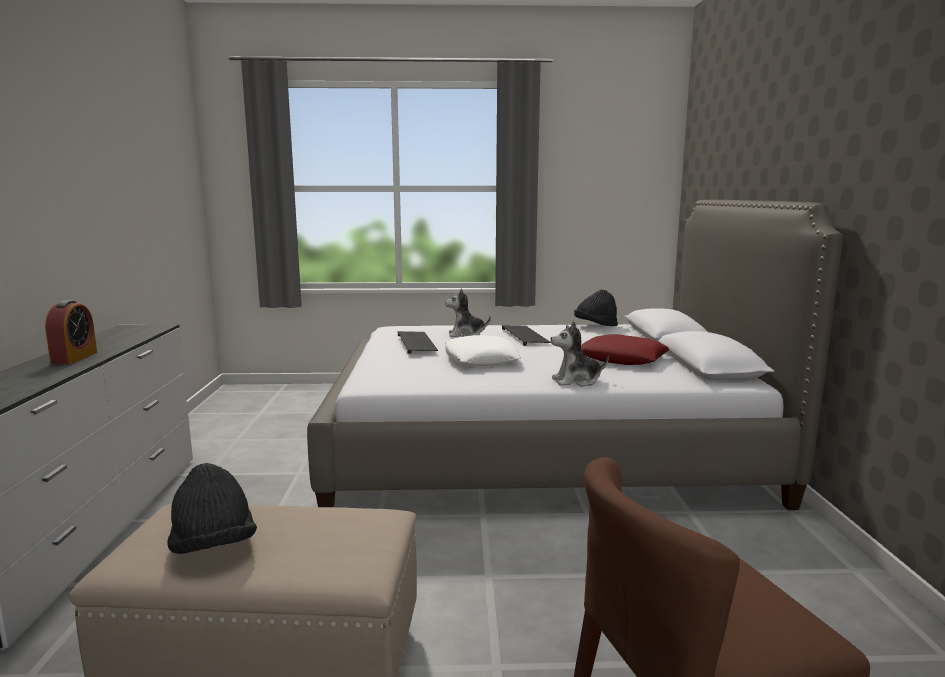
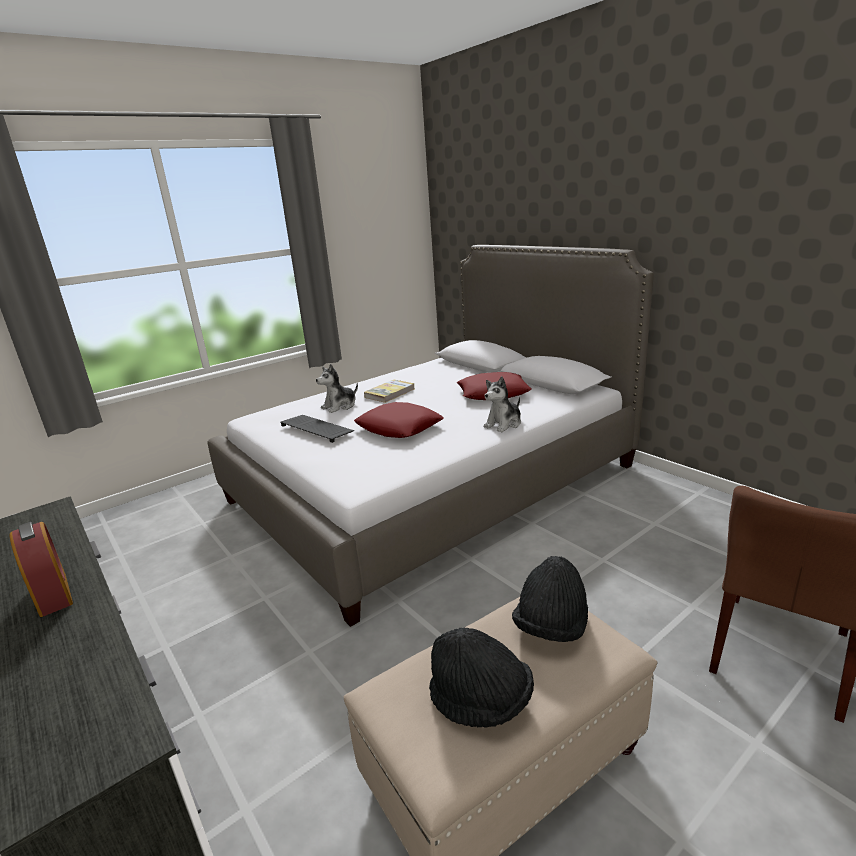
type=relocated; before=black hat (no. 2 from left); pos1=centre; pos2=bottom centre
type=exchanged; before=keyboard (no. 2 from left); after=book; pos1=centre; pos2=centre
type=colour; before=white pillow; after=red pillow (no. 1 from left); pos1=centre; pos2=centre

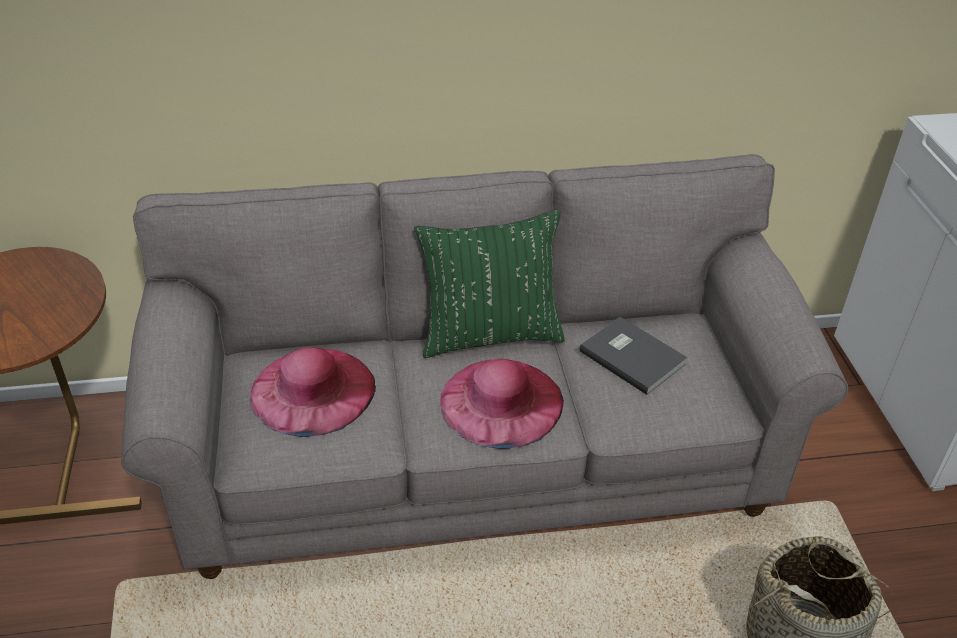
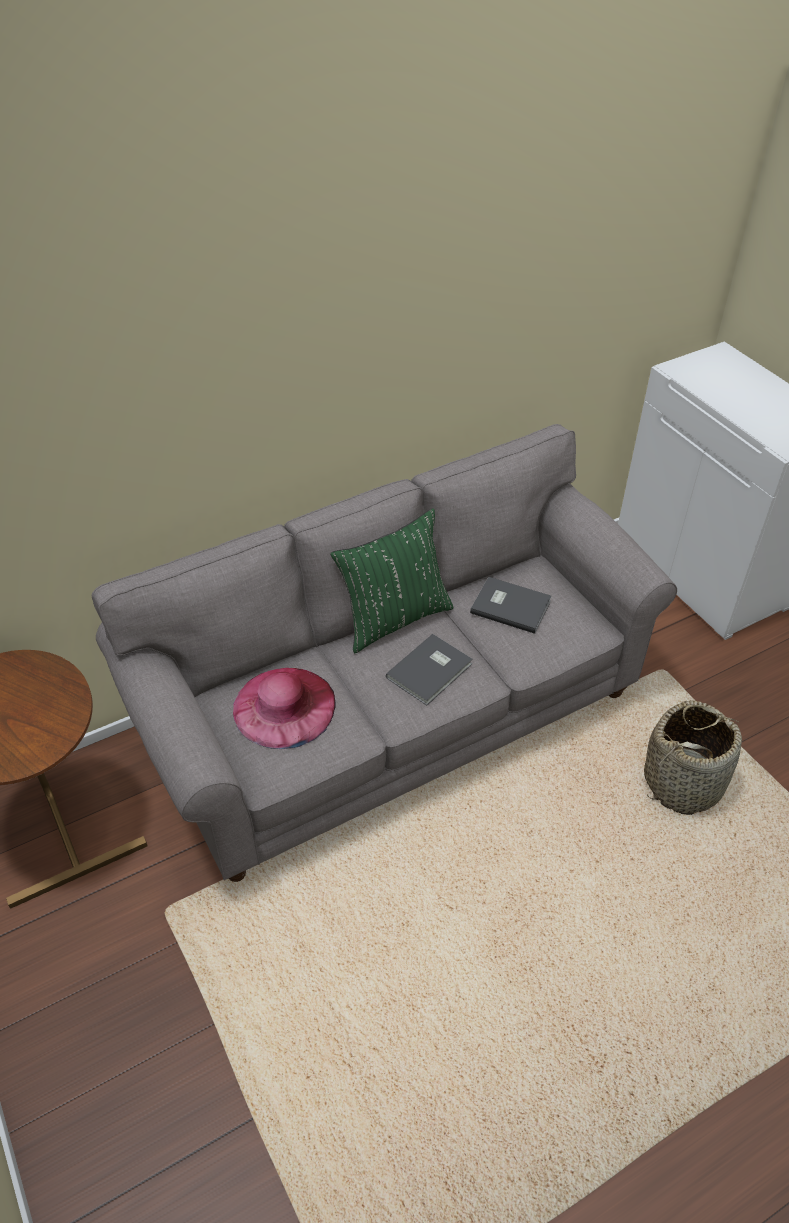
type=exchanged; before=pink hat (no. 2 from left); after=grey book (no. 1 from left); pos1=centre; pos2=centre

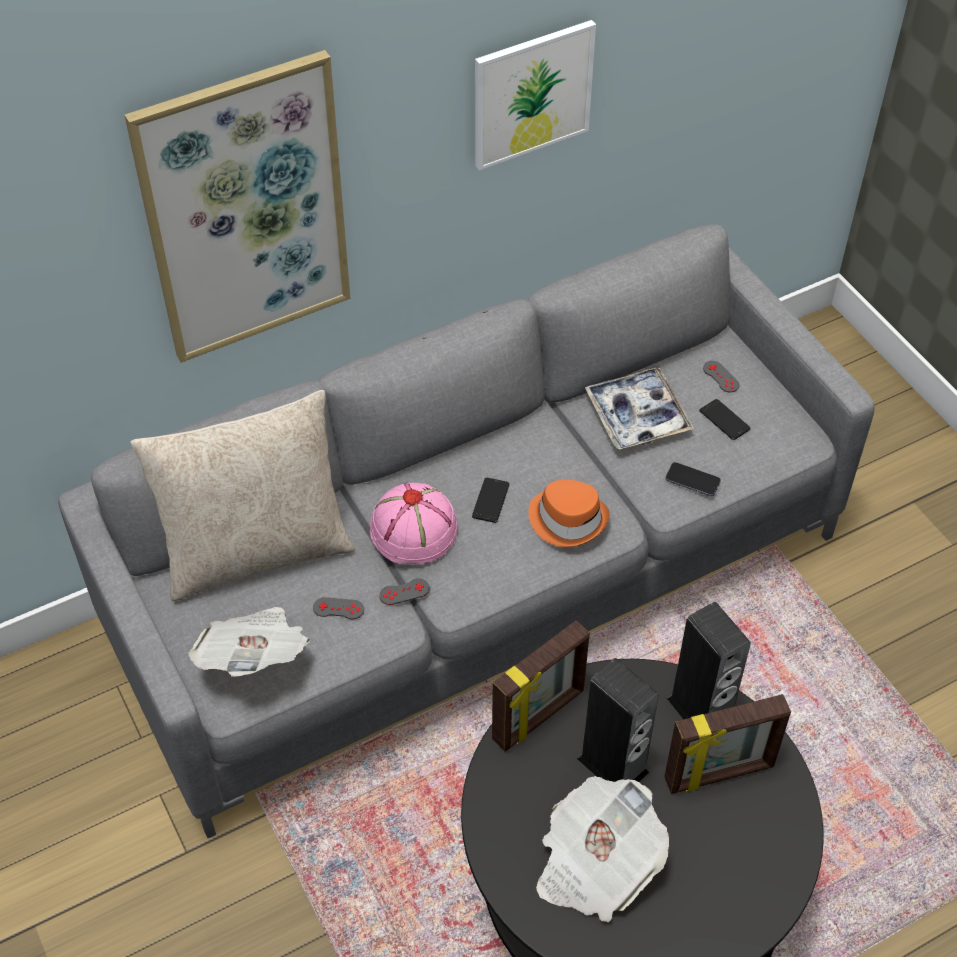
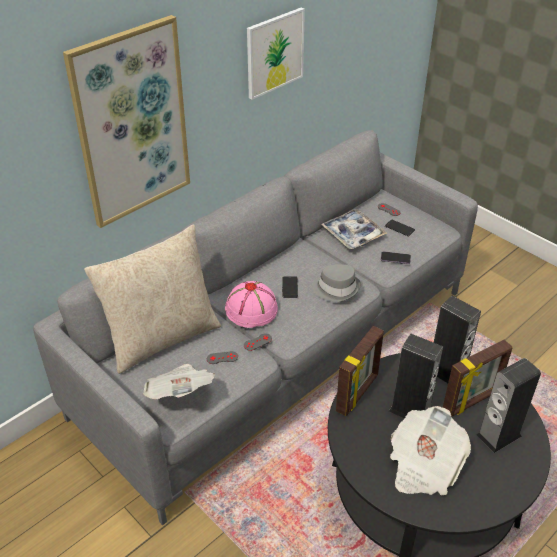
type=colour; before=orange hat; after=grey hat; pos1=centre; pos2=centre
type=appeared; after=speaker (no. 3 from left); pos2=bottom right

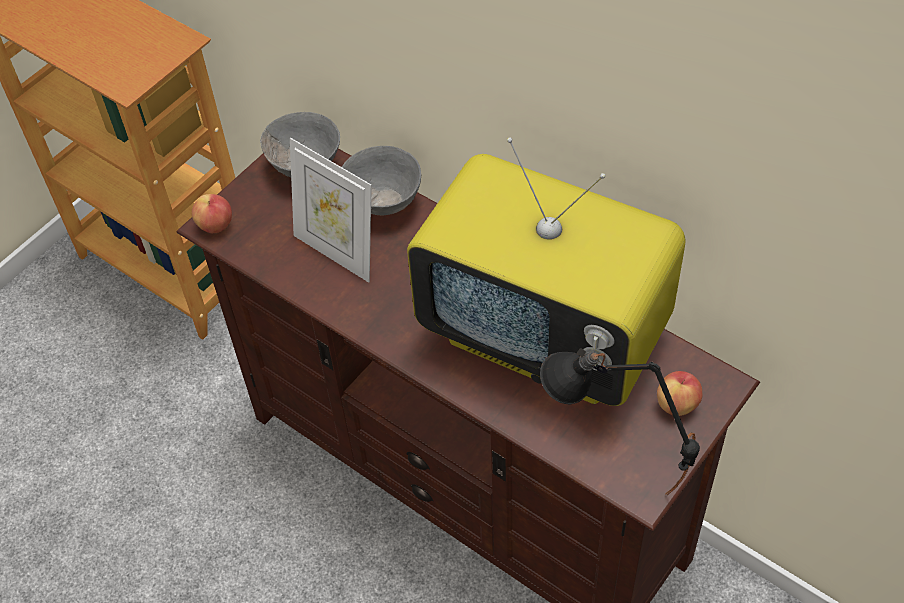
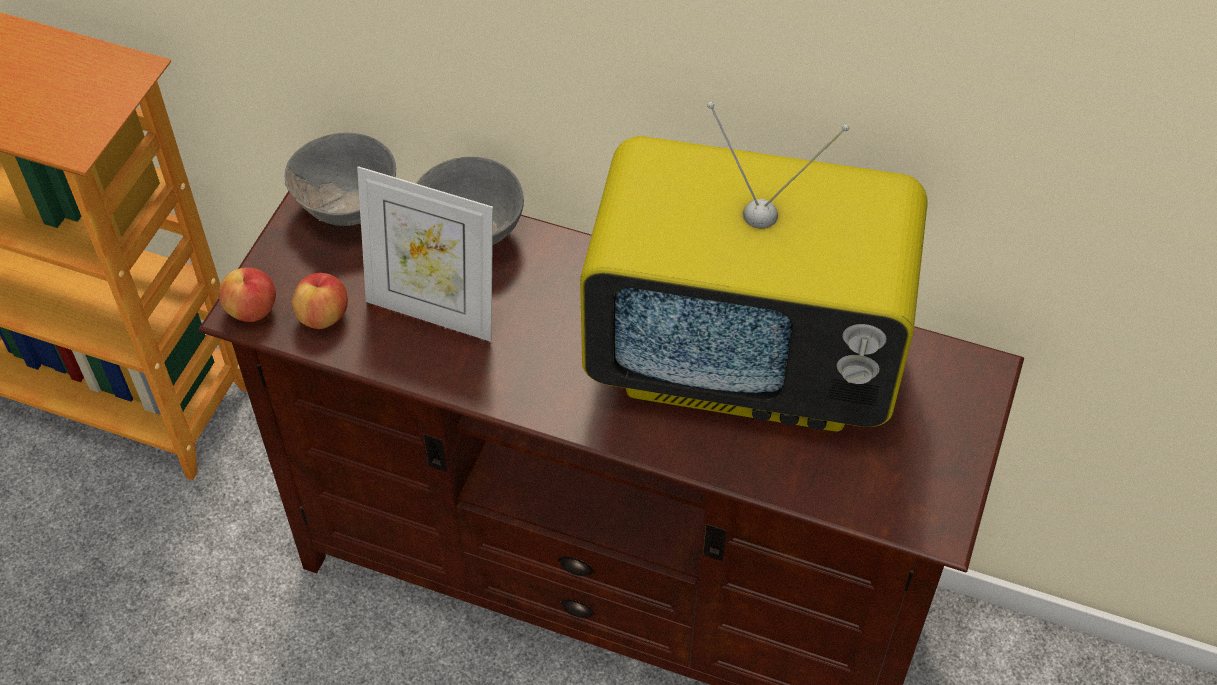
type=missing; before=black table lamp; pos1=bottom right
type=relocated; before=apple (no. 2 from left); pos1=middle right; pos2=middle left

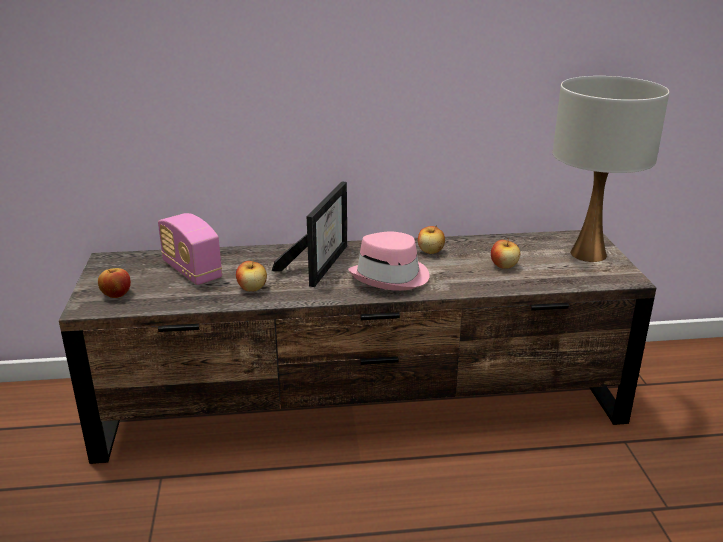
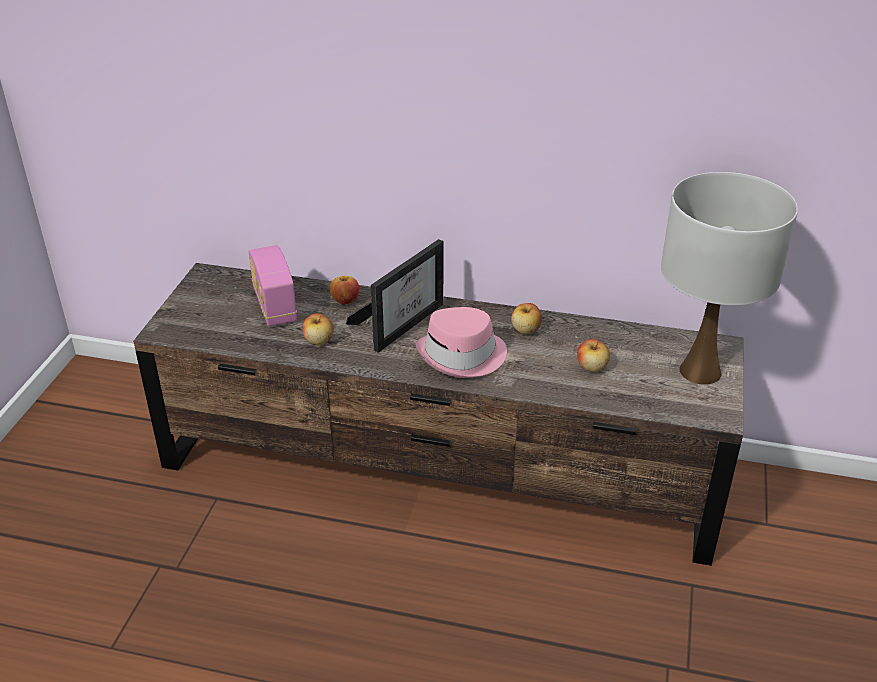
type=relocated; before=apple (no. 1 from left in the first image); after=apple (no. 2 from left); pos1=middle left; pos2=centre

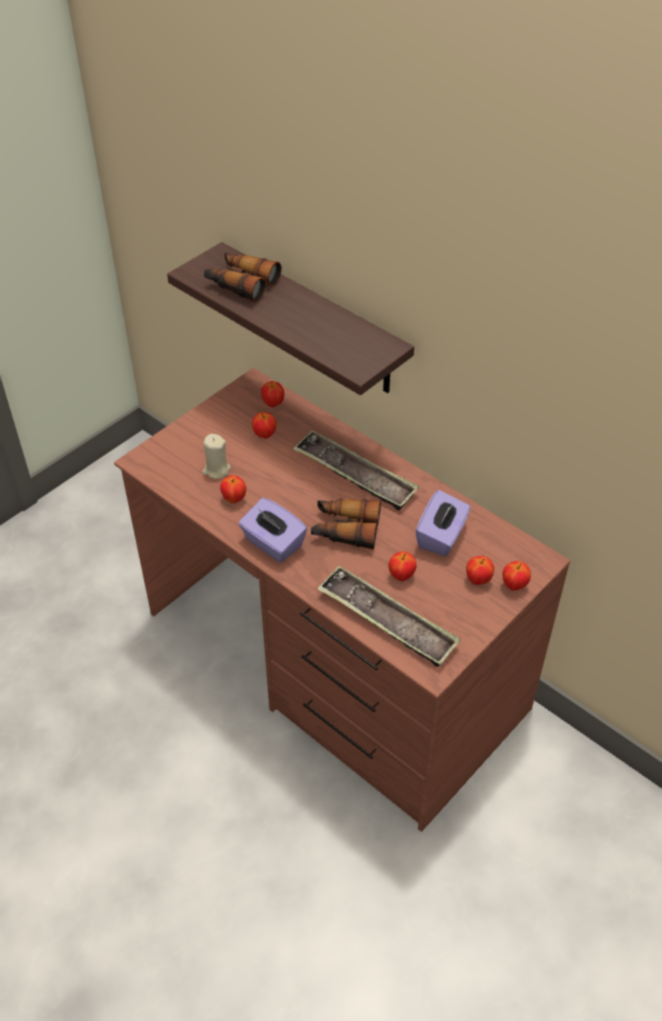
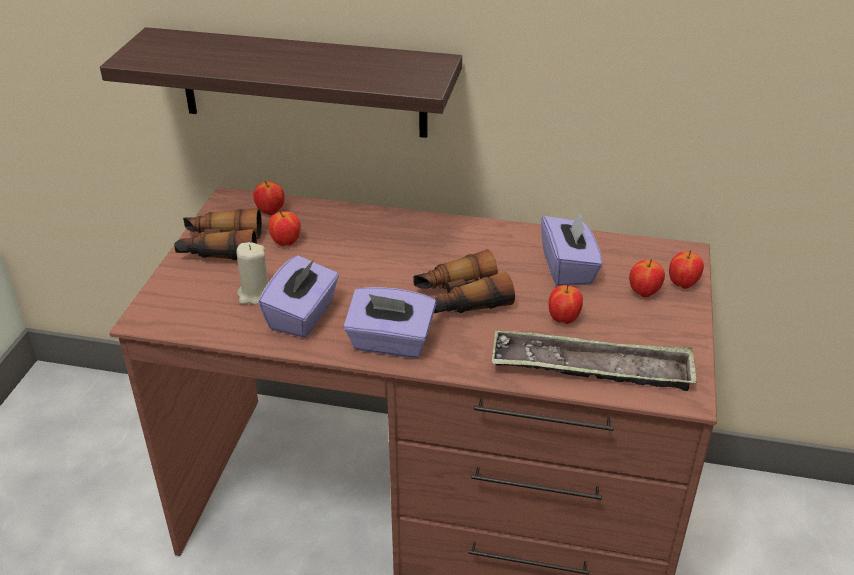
type=relocated; before=binoculars (no. 1 from left); pos1=top centre; pos2=middle left
type=missing; before=tray (no. 1 from left); pos1=centre
type=exchanged; before=apple (no. 1 from left); after=purple tissue box (no. 1 from left); pos1=centre; pos2=centre

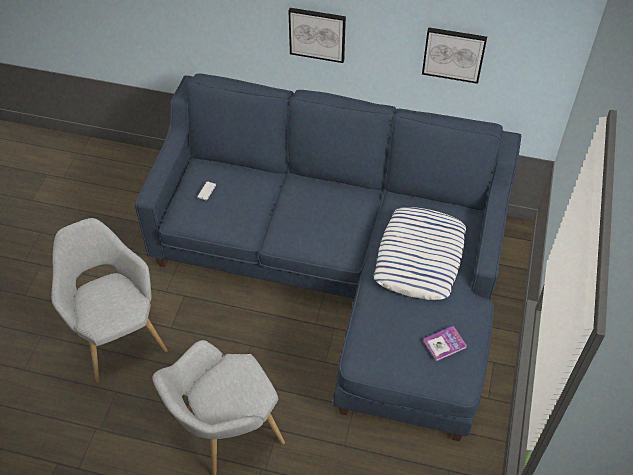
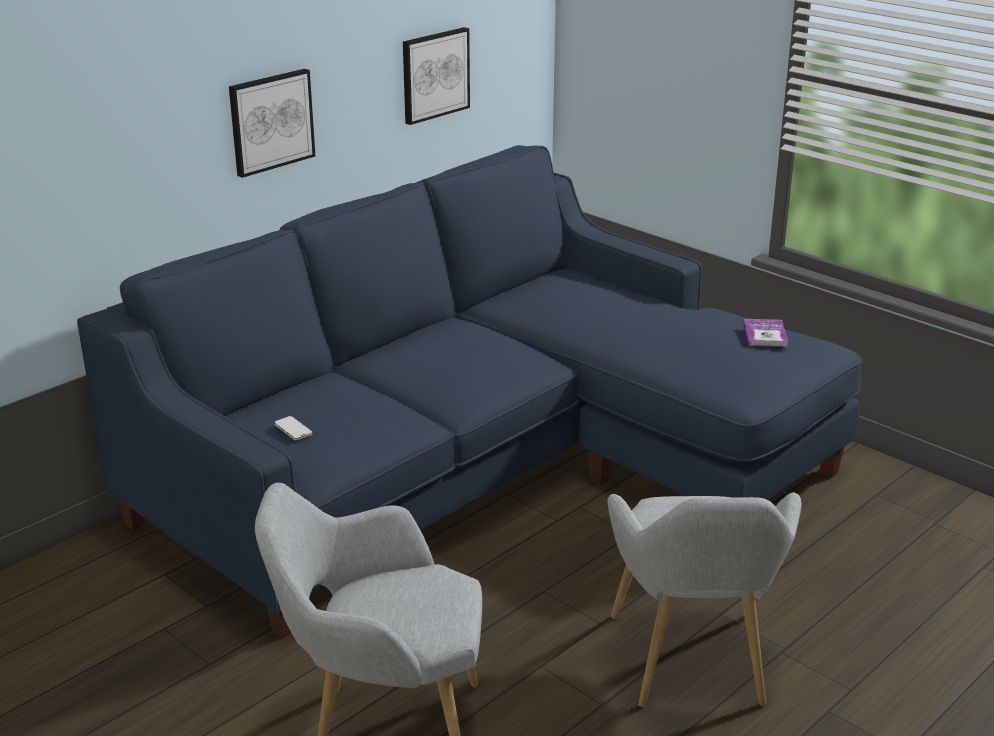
type=missing; before=pillow; pos1=centre

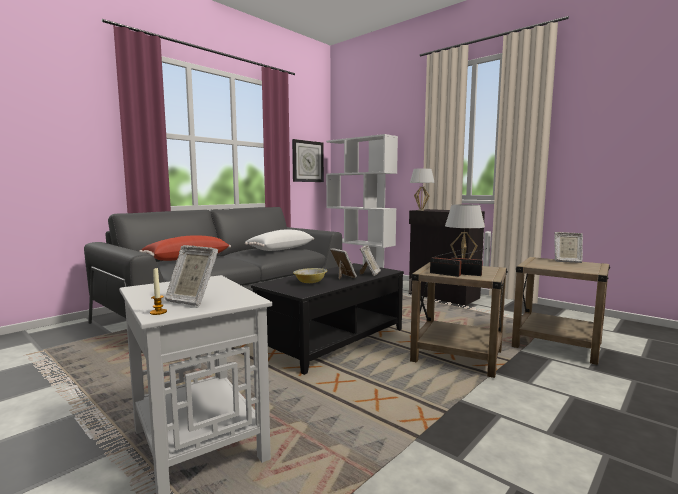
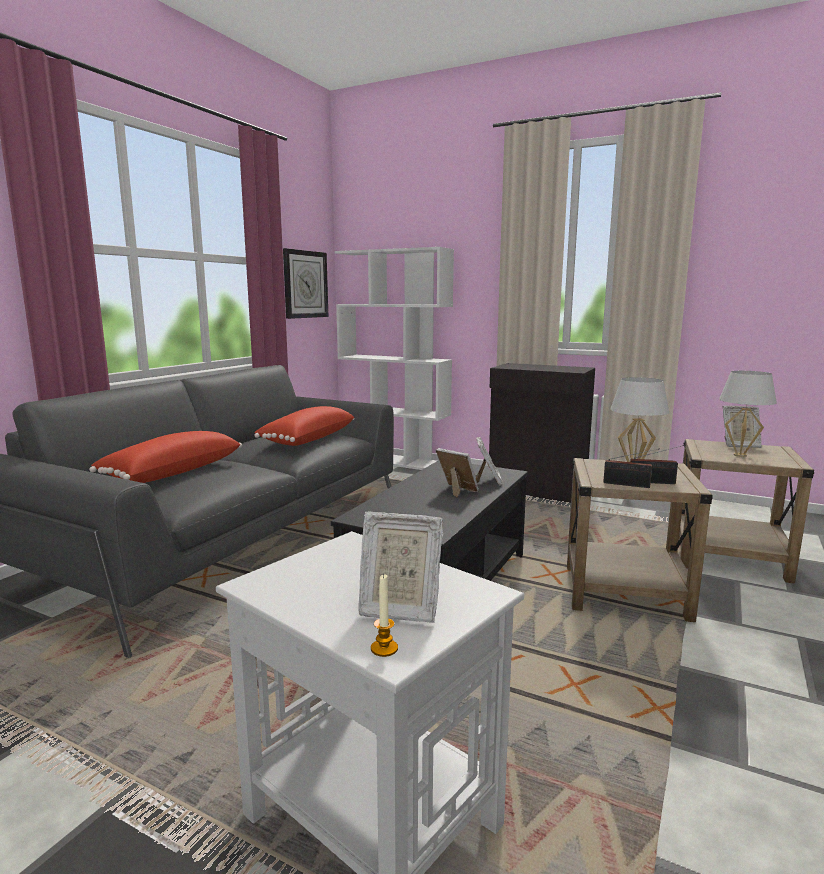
type=relocated; before=white table lamp (no. 1 from left in the first image); after=white table lamp (no. 2 from left); pos1=centre; pos2=middle right
type=colour; before=white pillow; after=red pillow (no. 2 from left); pos1=centre; pos2=centre
type=missing; before=bowl; pos1=centre

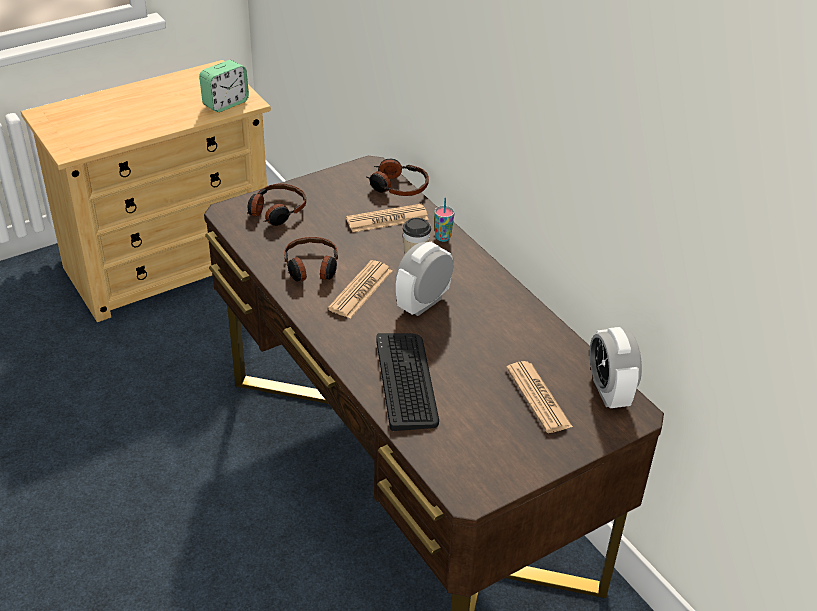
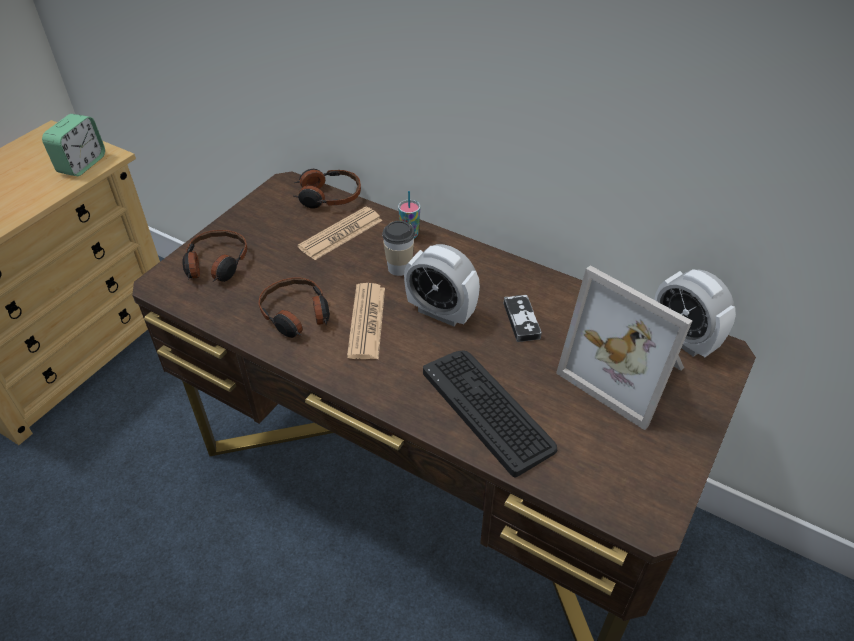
type=spun; before=alarm clock (no. 2 from left); pos1=centre; pos2=centre; turn=-75
type=exchanged; before=newspaper (no. 3 from left); after=picture frame; pos1=centre; pos2=middle right
type=appeared; after=game controller; pos2=centre

